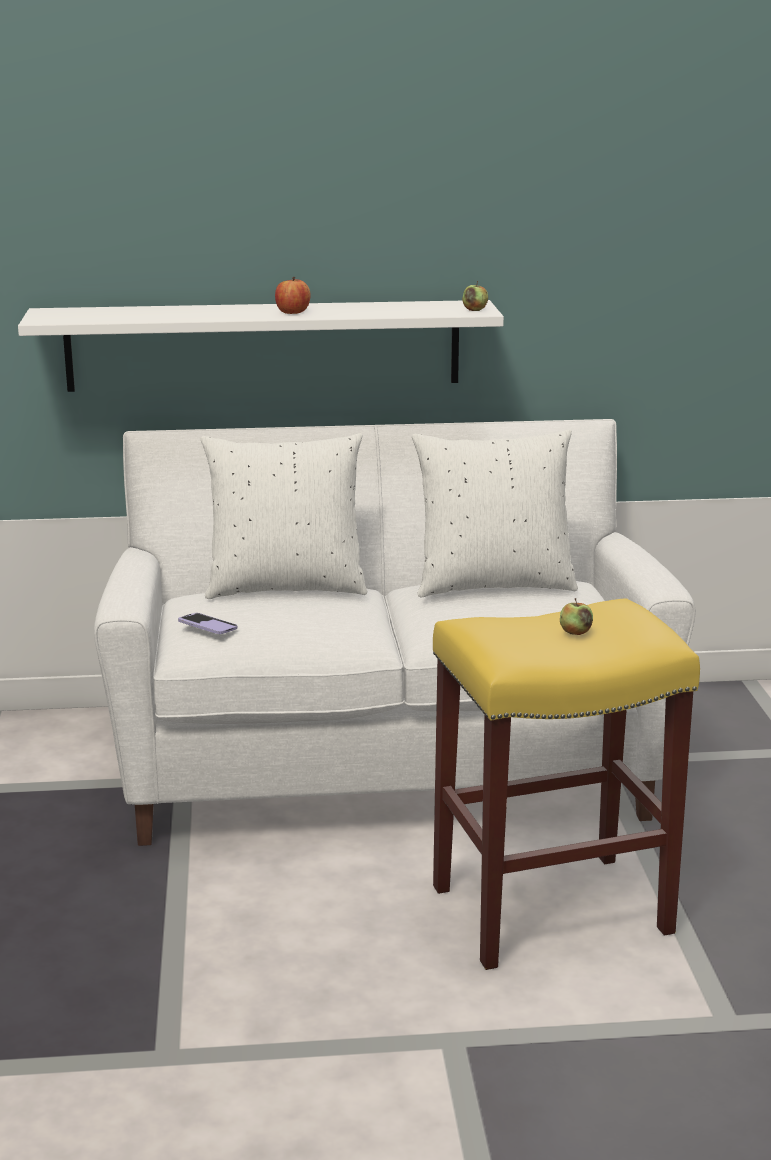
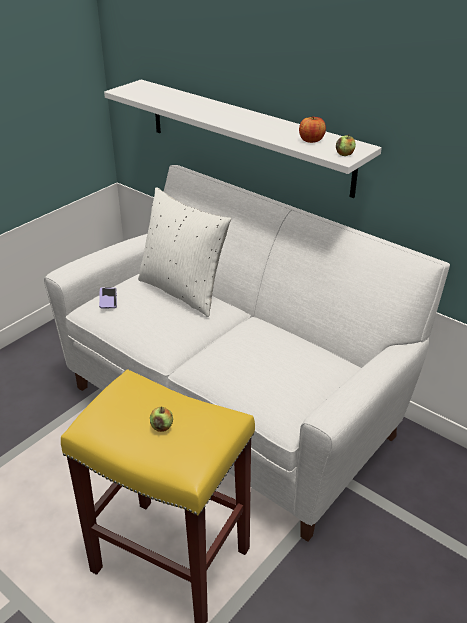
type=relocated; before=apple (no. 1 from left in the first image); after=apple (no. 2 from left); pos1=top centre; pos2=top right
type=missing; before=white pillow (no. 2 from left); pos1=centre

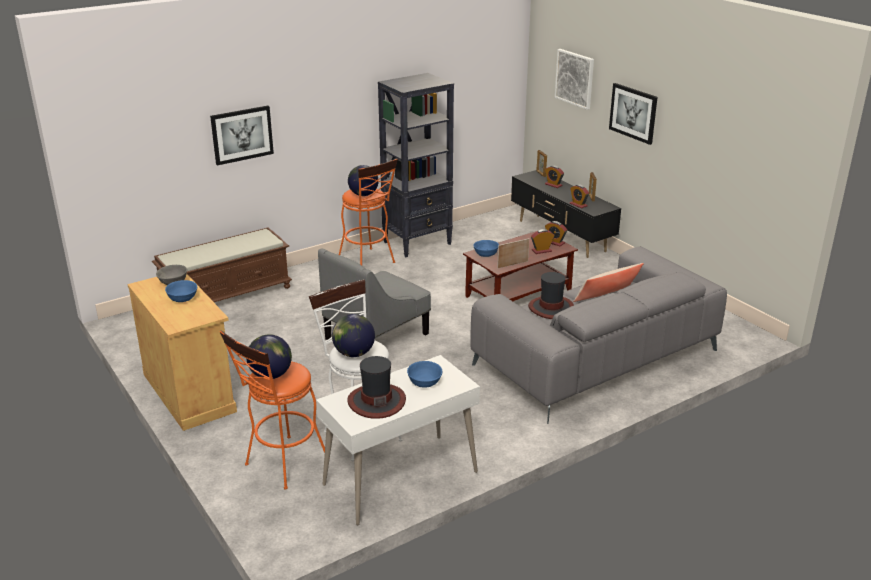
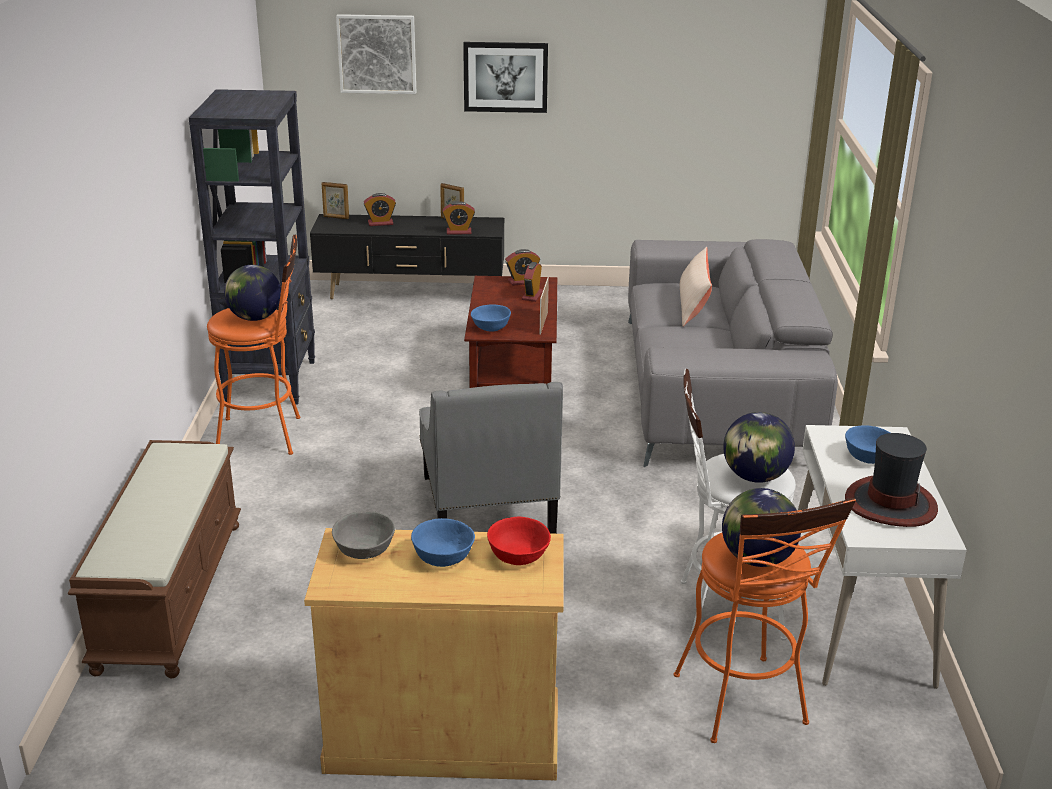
type=missing; before=picture (no. 1 from left); pos1=top left
type=missing; before=hat (no. 2 from left); pos1=centre
type=appeared; after=red bowl; pos2=bottom centre

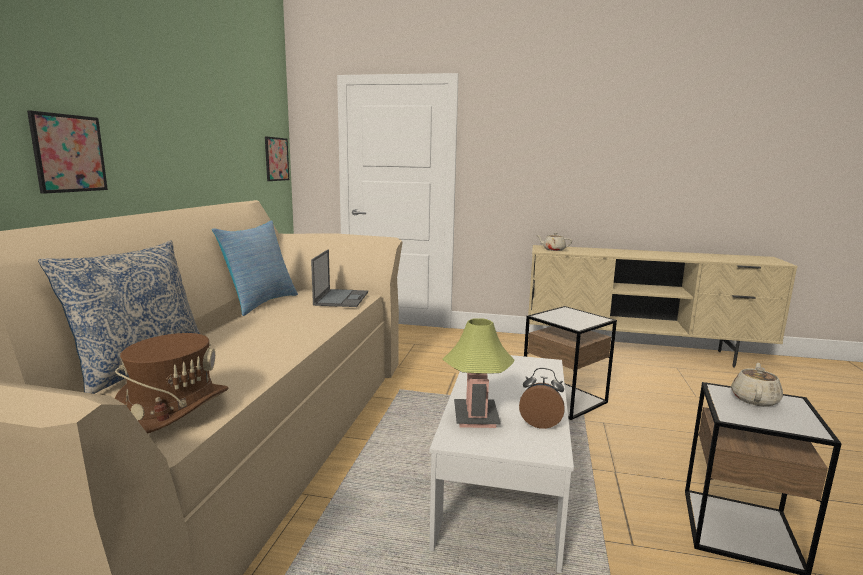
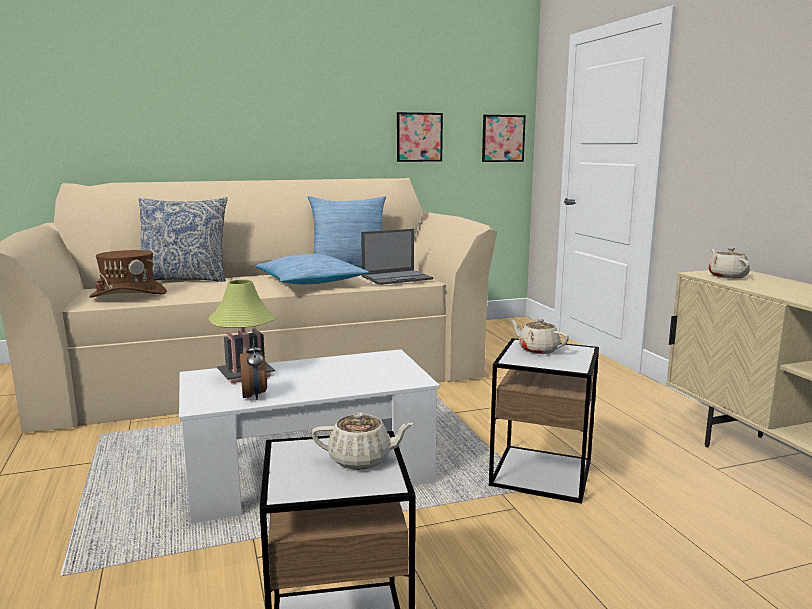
type=relocated; before=picture (no. 1 from left); pos1=top left; pos2=top centre
type=appeared; after=pillow (no. 2 from left); pos2=centre
type=appeared; after=beige teapot (no. 2 from left); pos2=centre

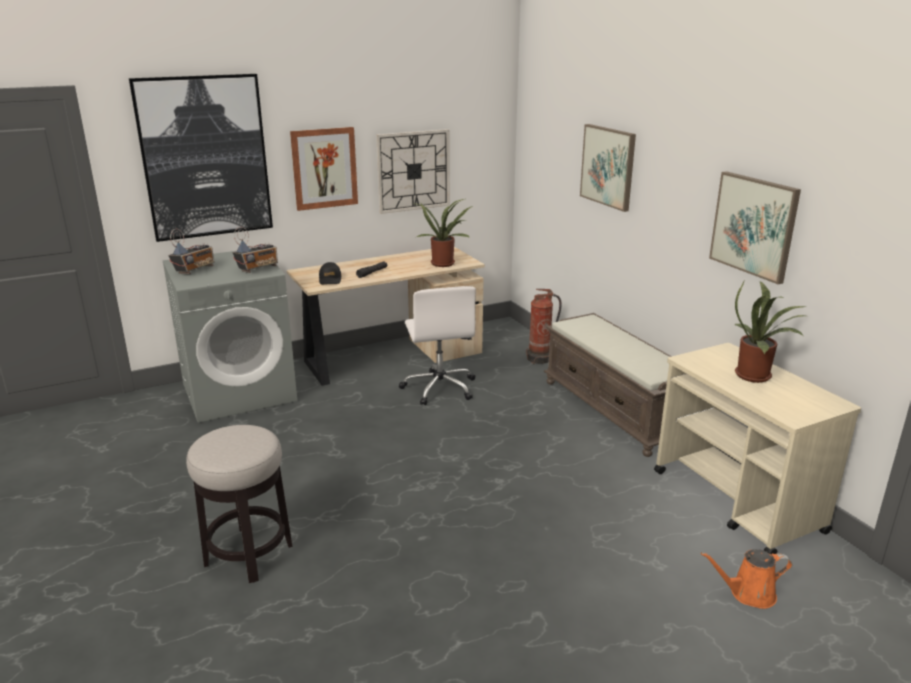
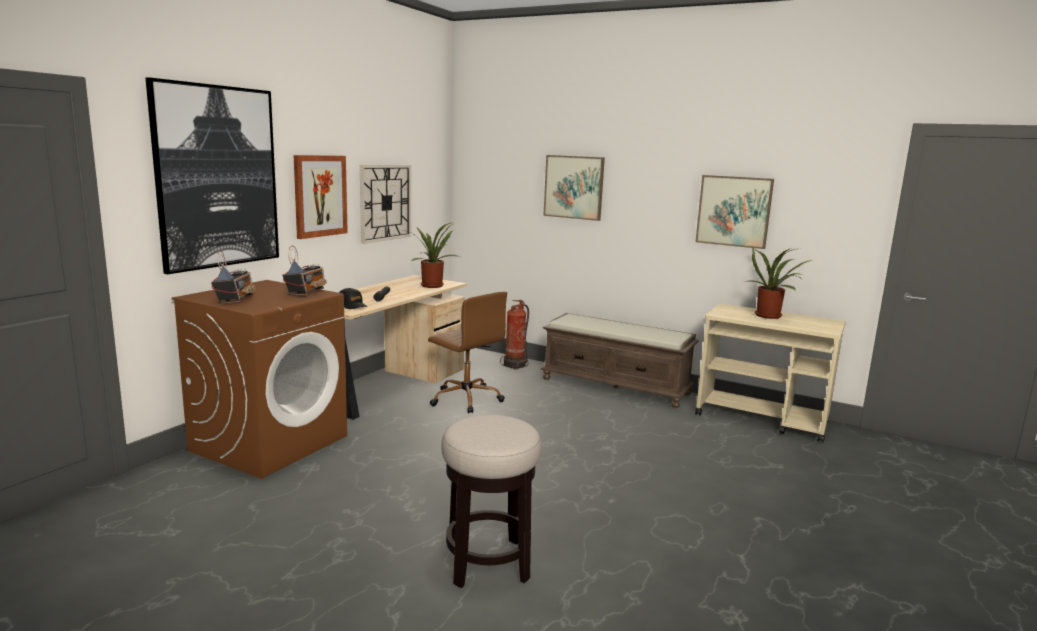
type=colour; before=grey washing machine; after=brown washing machine; pos1=middle left; pos2=middle left
type=colour; before=white office chair; after=brown office chair; pos1=centre; pos2=centre
type=missing; before=orange watering can; pos1=bottom right

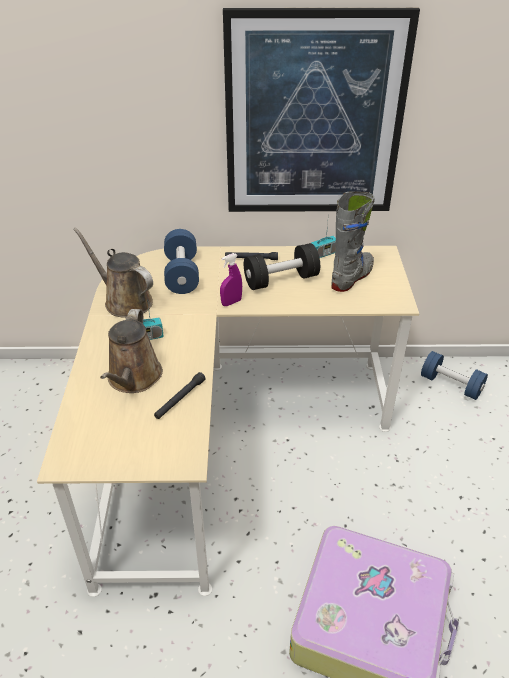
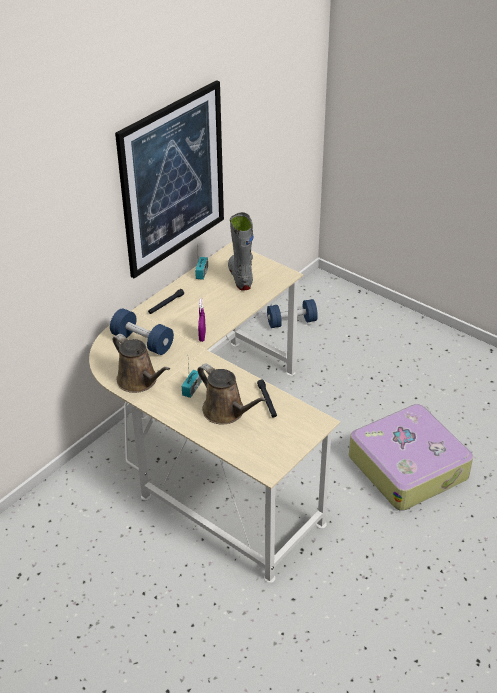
type=spun; before=brown watering can (no. 1 from left); pos1=middle left; pos2=middle left; turn=-120
type=missing; before=black dumbbell; pos1=centre

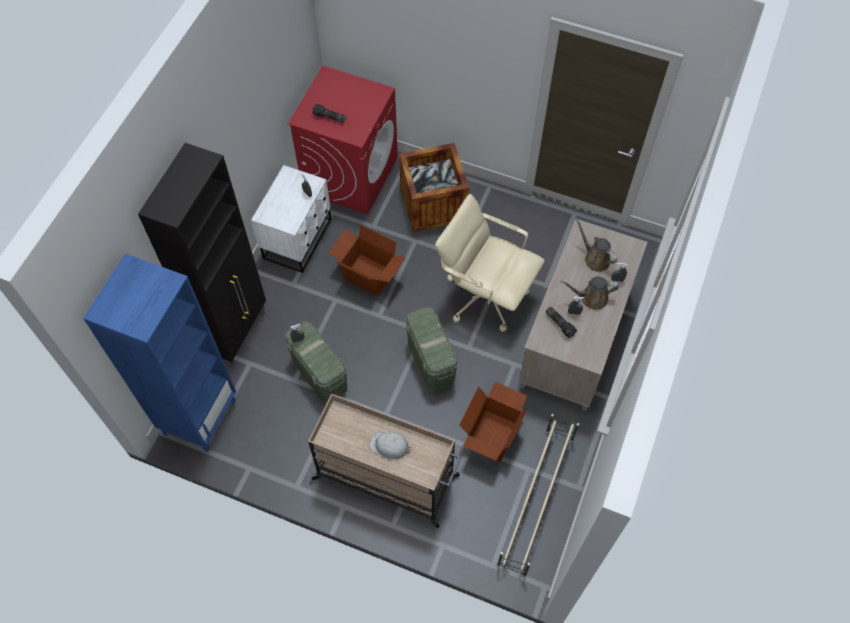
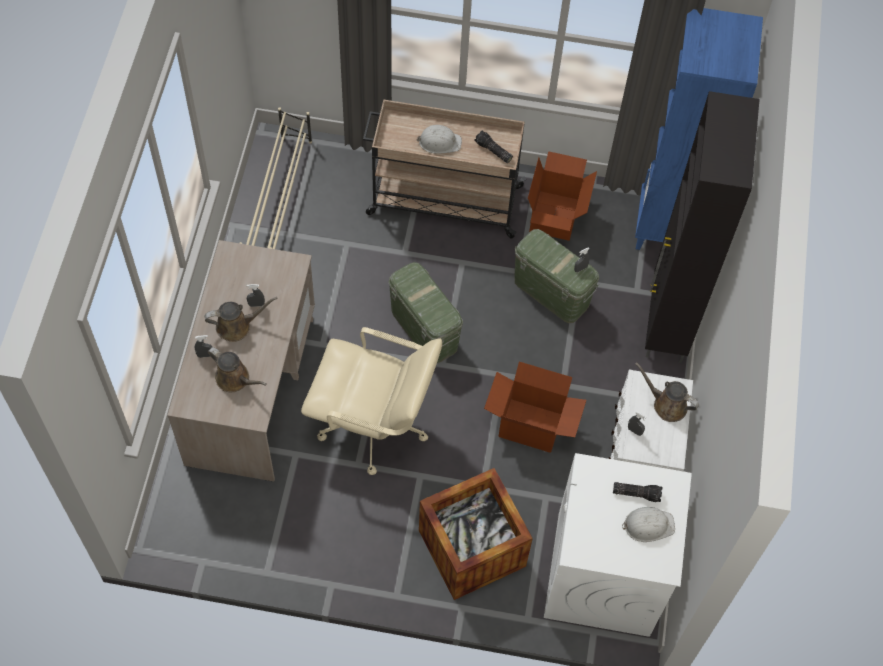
type=colour; before=red washing machine; after=white washing machine; pos1=top centre; pos2=bottom right
type=relocated; before=flashlight (no. 2 from left in the first image); after=flashlight (no. 1 from left); pos1=centre; pos2=top centre
type=relocated; before=cardboard box (no. 2 from left); pos1=bottom centre; pos2=top centre
type=appeared; after=brown watering can (no. 3 from left); pos2=middle right
type=appeared; after=white hard hat (no. 2 from left); pos2=bottom right

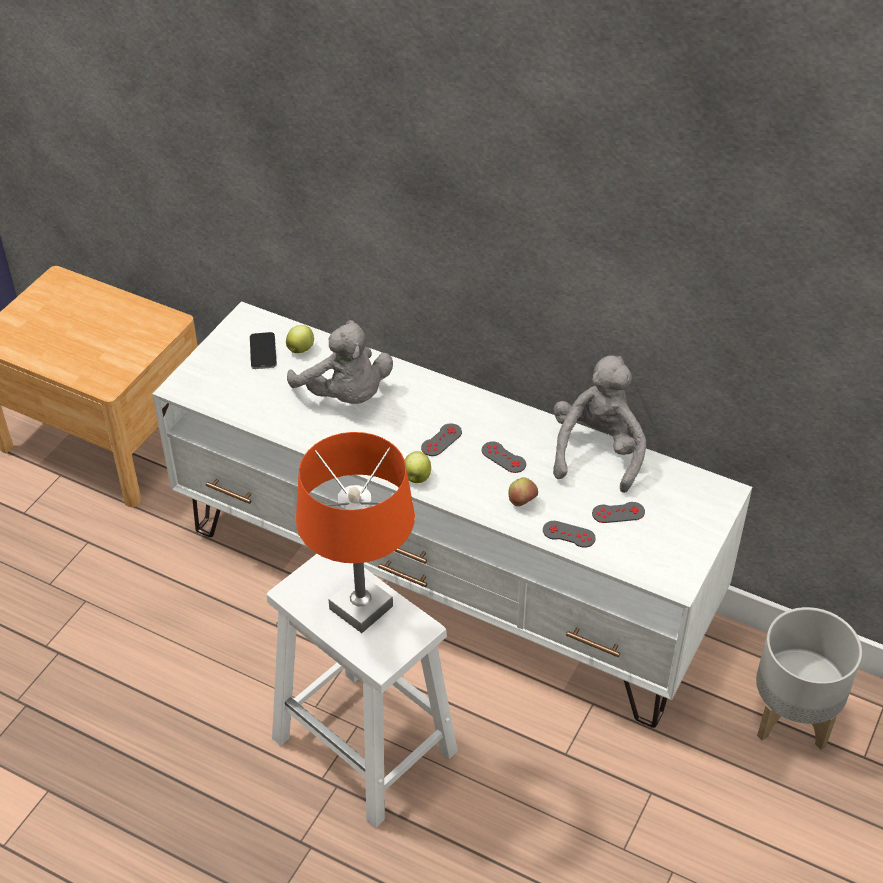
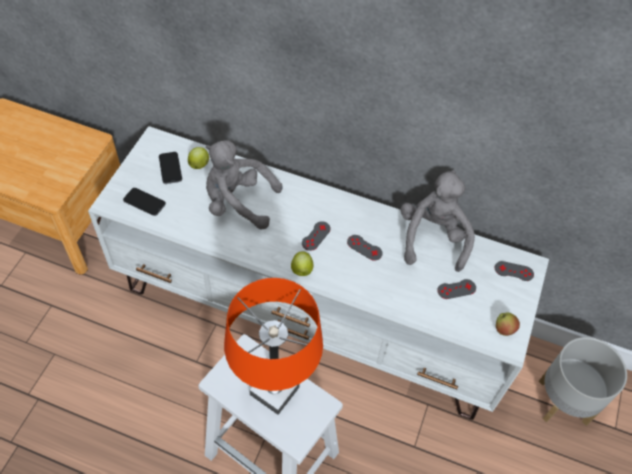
type=spun; before=grey plush toy (no. 1 from left); pos1=centre; pos2=centre; turn=150
type=relocated; before=apple (no. 3 from left); pos1=centre; pos2=bottom right
type=relocated; before=grey game controller (no. 3 from left in the first image); after=grey game controller (no. 4 from left); pos1=centre; pos2=middle right
type=appeared; after=phone (no. 1 from left); pos2=middle left

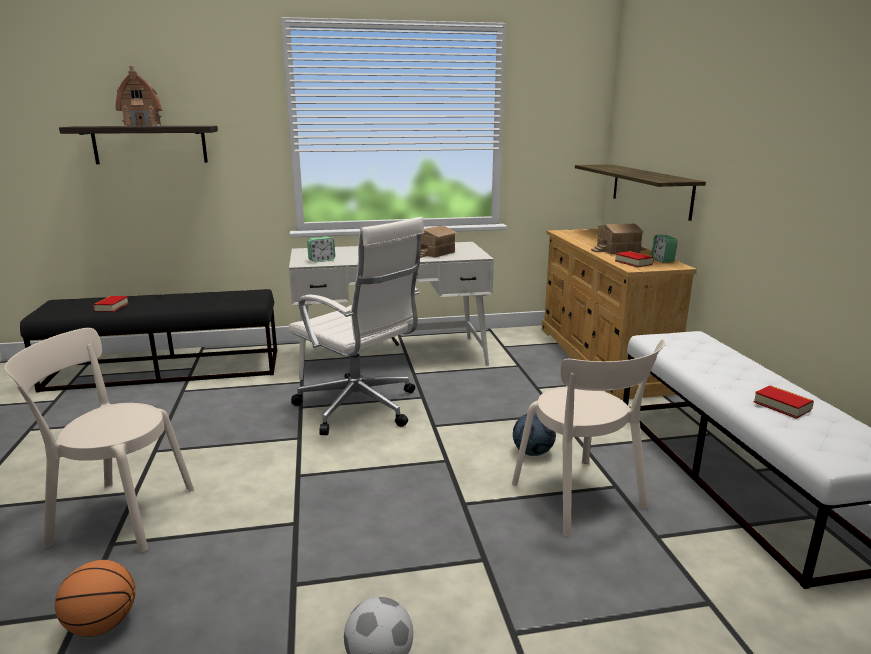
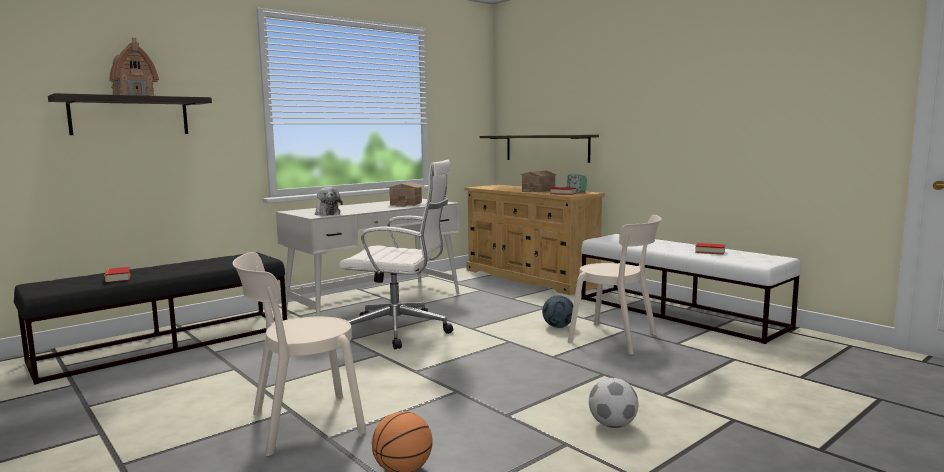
type=exchanged; before=alarm clock (no. 1 from left); after=plush toy; pos1=centre; pos2=centre

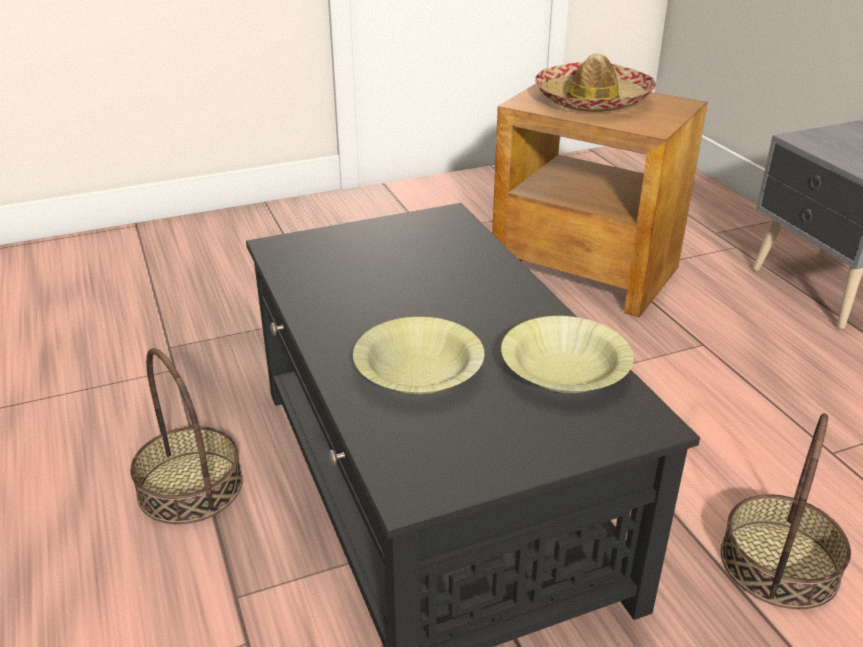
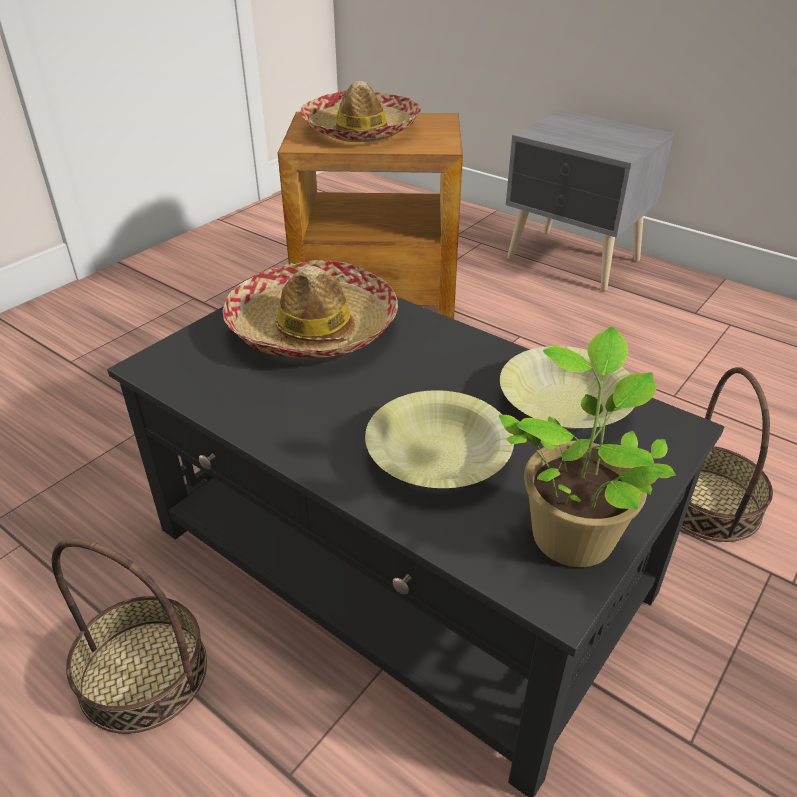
type=appeared; after=hat (no. 1 from left); pos2=centre
type=appeared; after=potted plant; pos2=middle right

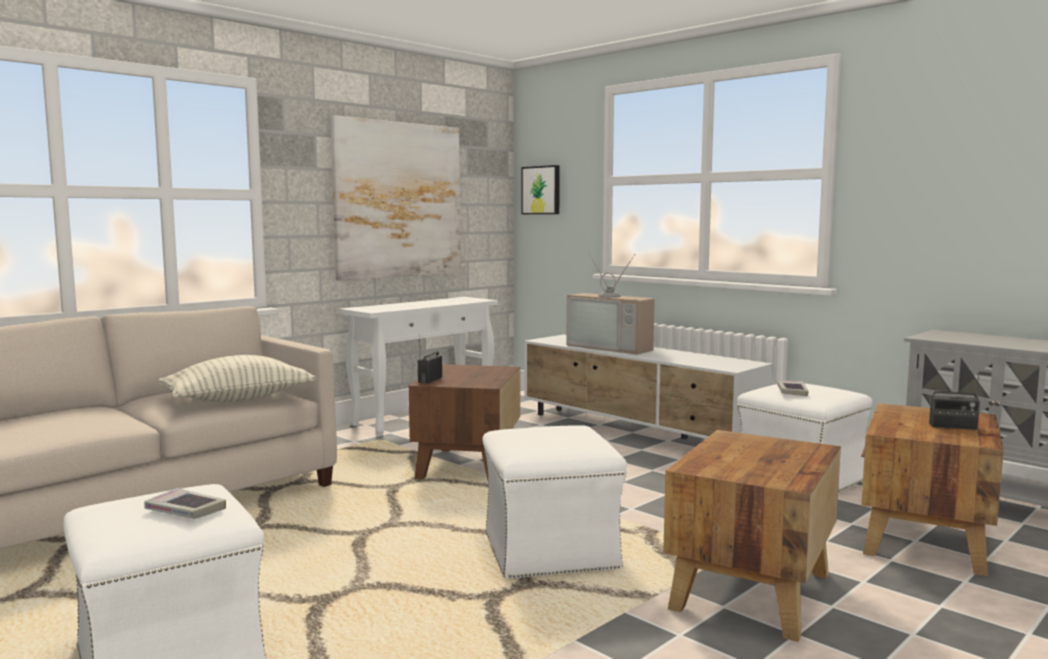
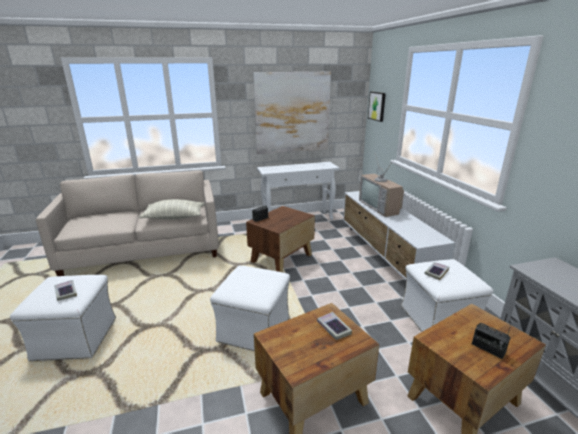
type=appeared; after=book (no. 2 from left); pos2=bottom centre

